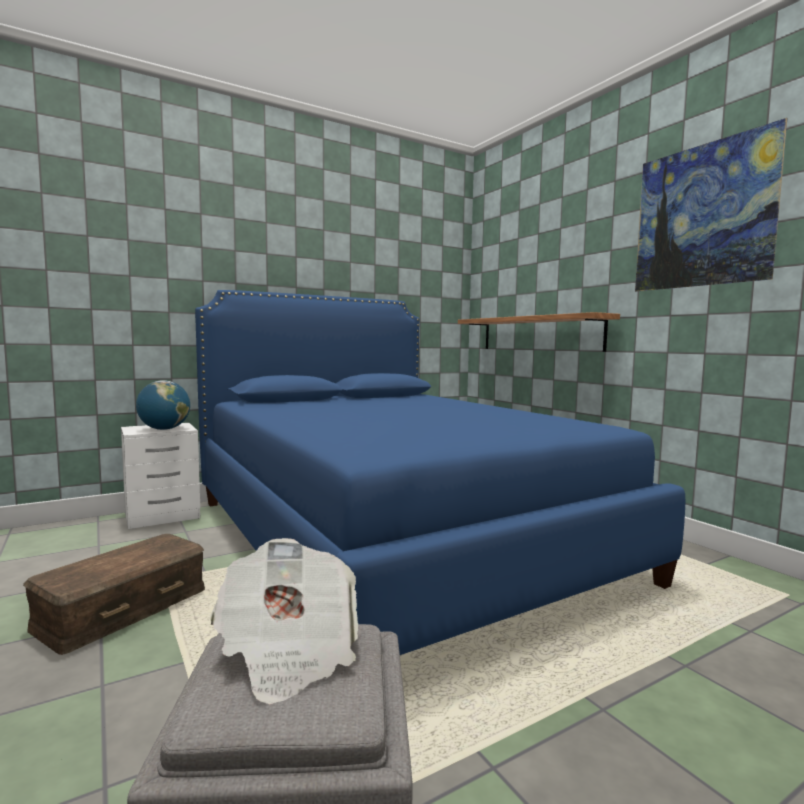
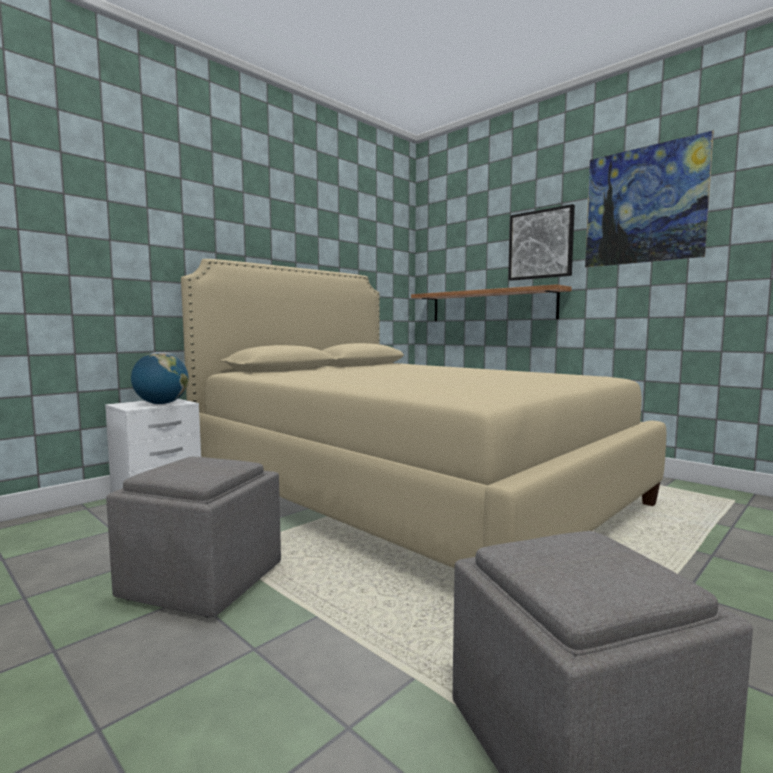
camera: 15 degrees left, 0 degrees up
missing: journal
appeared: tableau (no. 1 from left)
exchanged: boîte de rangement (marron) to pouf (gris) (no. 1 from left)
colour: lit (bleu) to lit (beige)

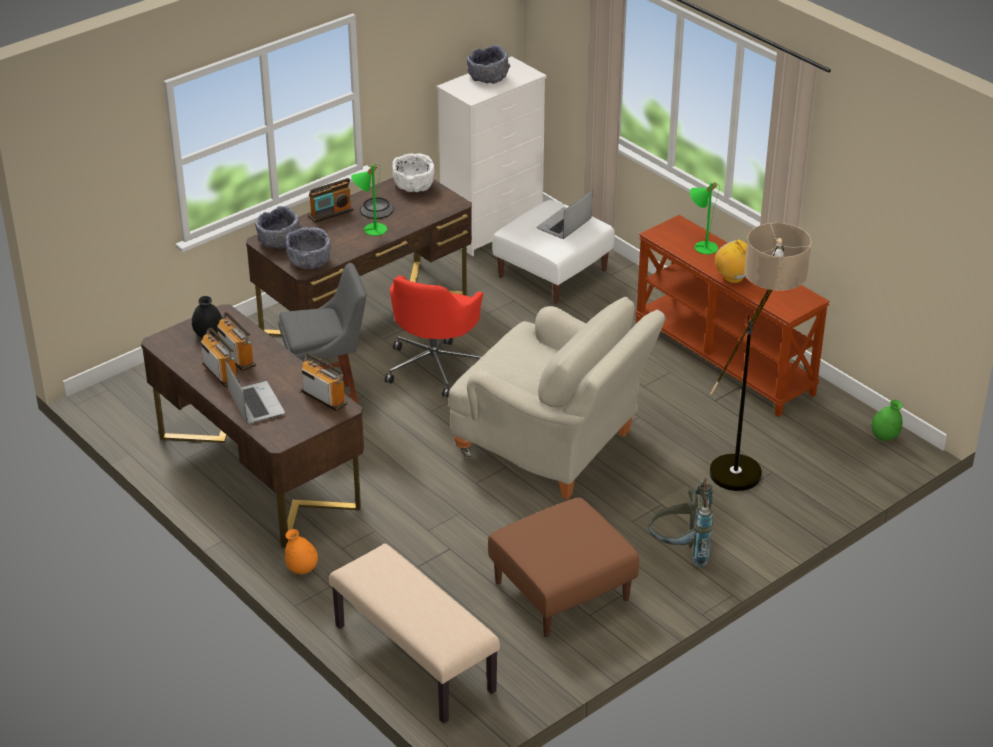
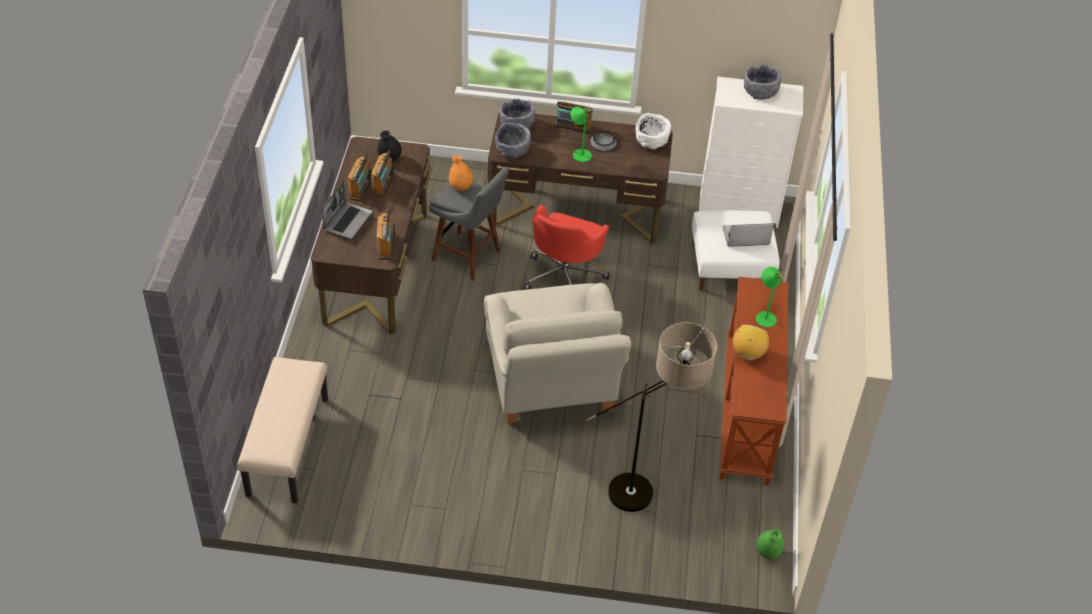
camera: 45 degrees right, 10 degrees up
missing: pouf (marron); sac à dos (gris)
relocated: vase (orange)
spun: chaise de bureau (rouge) 45 degrees counterclockwise

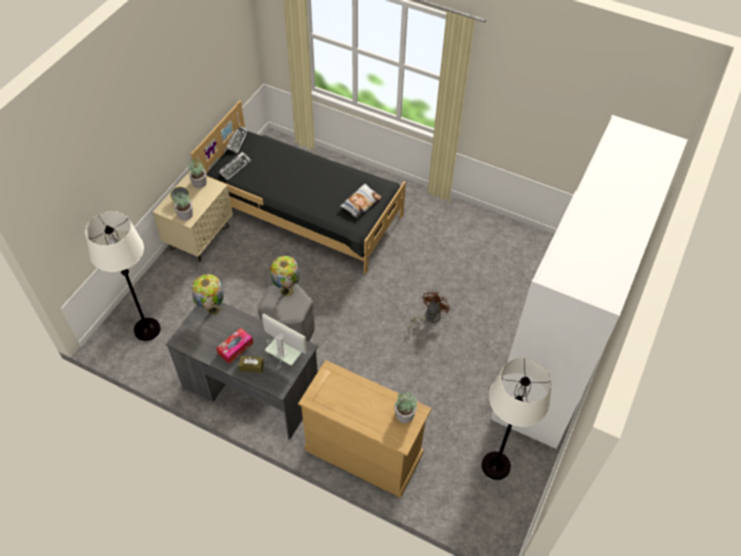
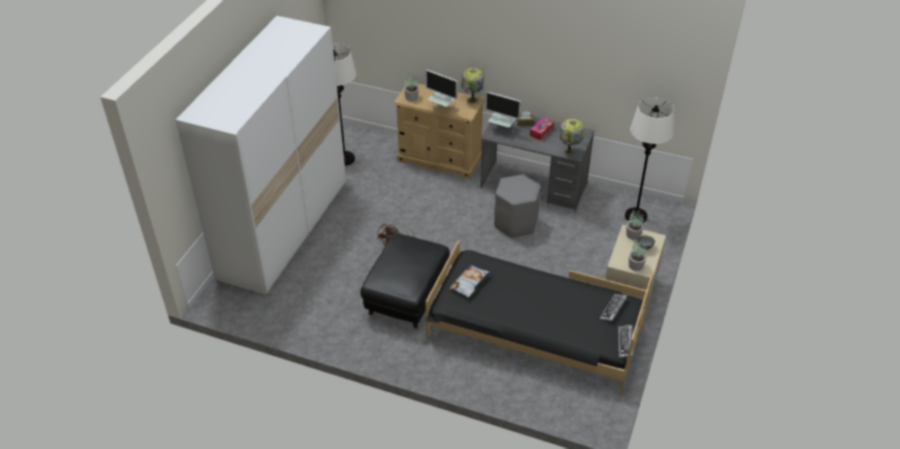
camera: 175 degrees right, 10 degrees down
appeared: pouf (noir); écran d'ordinateur (no. 1 from left)
relocated: lampe de table (no. 2 from left in the first image) to lampe de table (no. 1 from left)

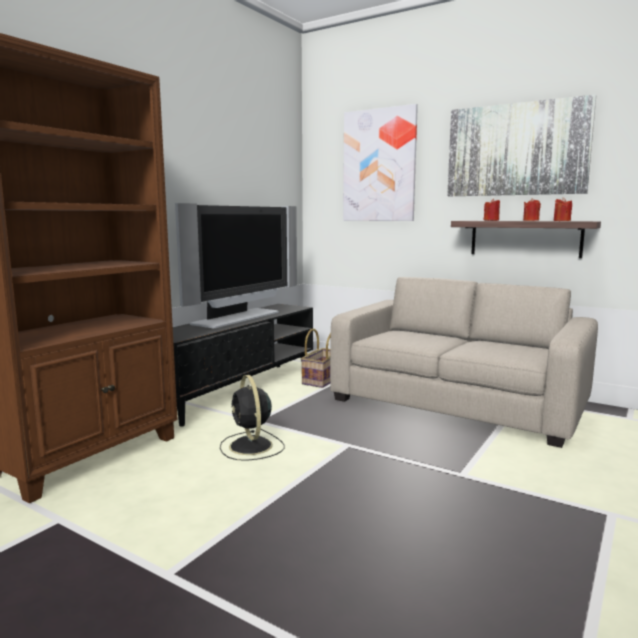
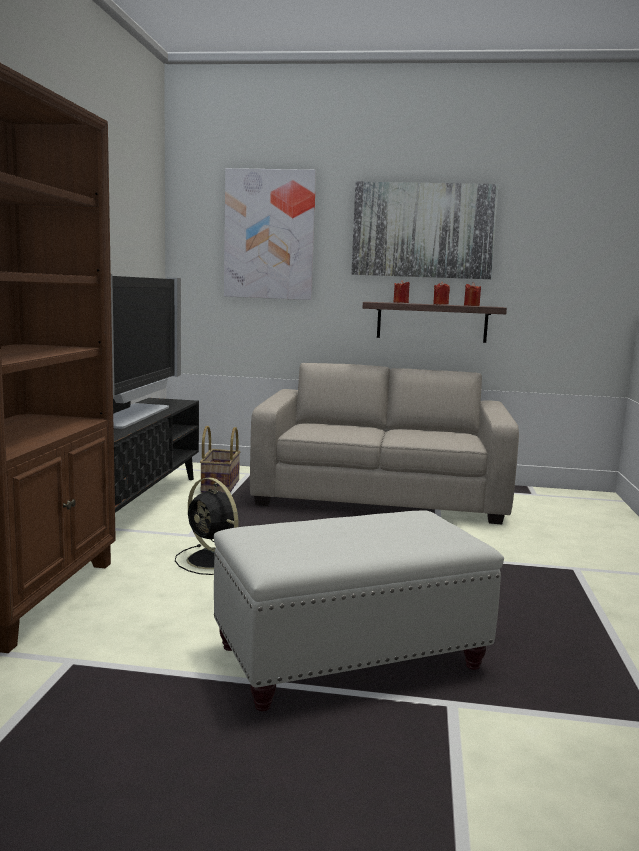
camera: 25 degrees left, 0 degrees up
appeared: pouf (blanc)

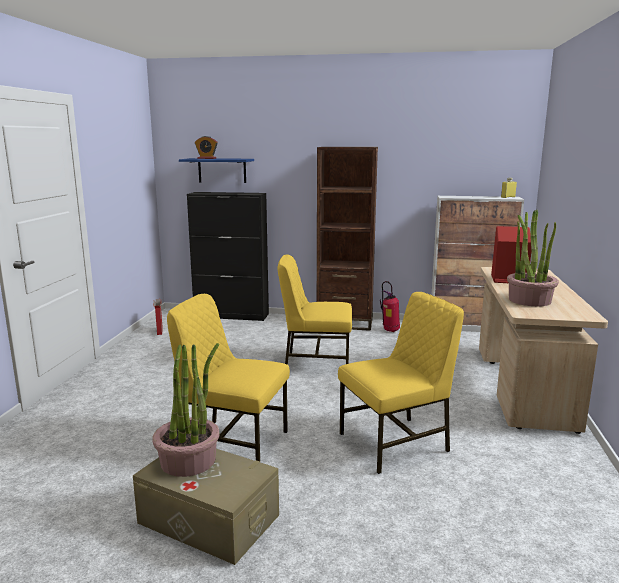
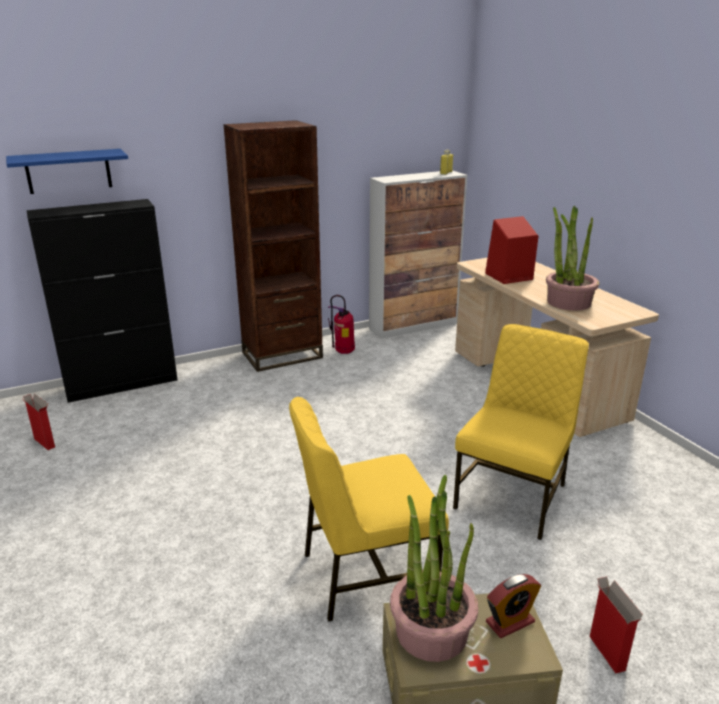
camera: 35 degrees left, 10 degrees up
missing: chaise (jaune) (no. 2 from left)
appeared: carton (no. 2 from left)
relocated: réveil

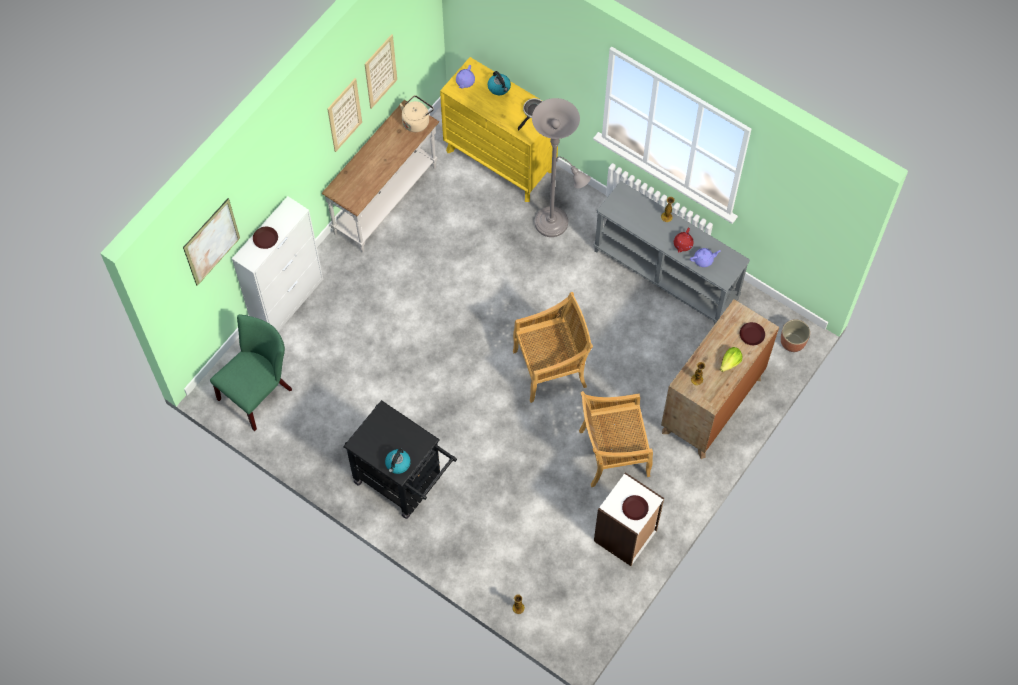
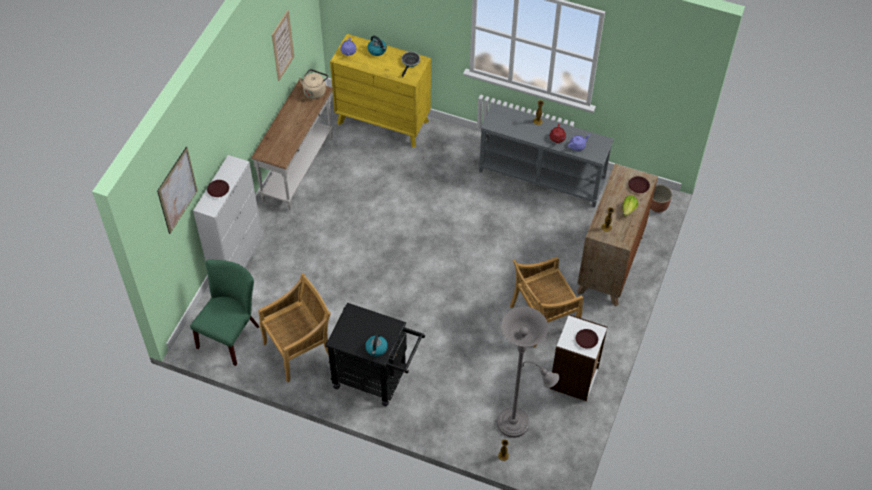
camera: 15 degrees left, 10 degrees down
missing: tableau (no. 2 from left)
relocated: chaise (beige) (no. 1 from left); lampadaire (gris)

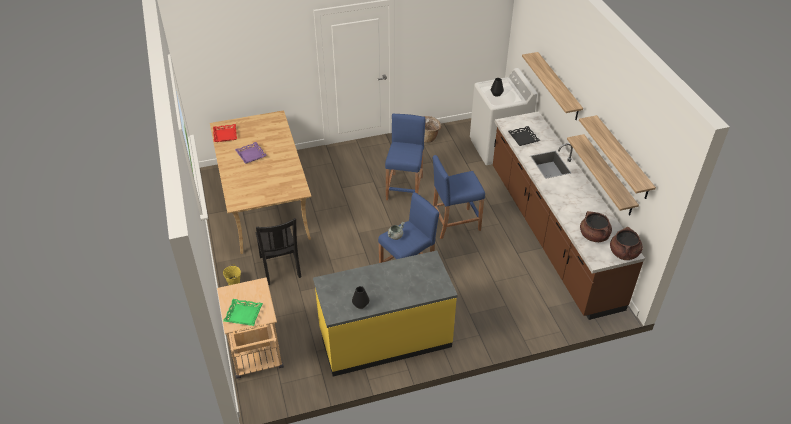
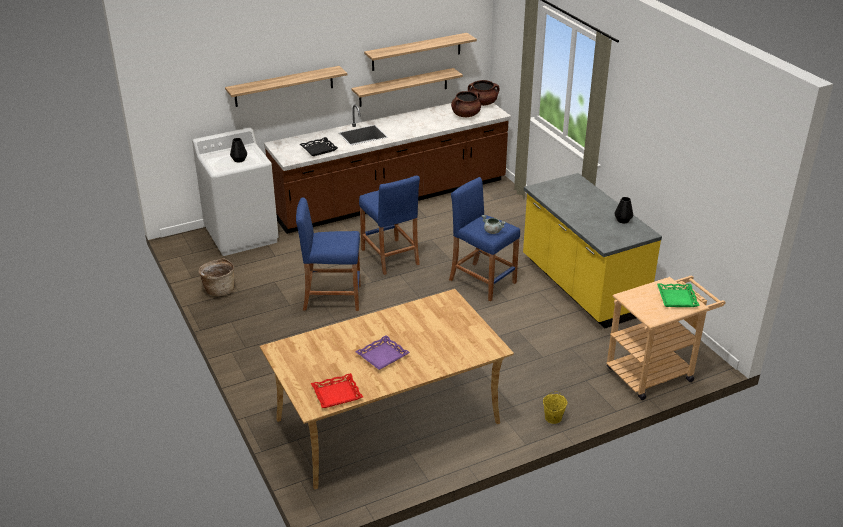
camera: 100 degrees left, 10 degrees down
missing: chaise (noir)

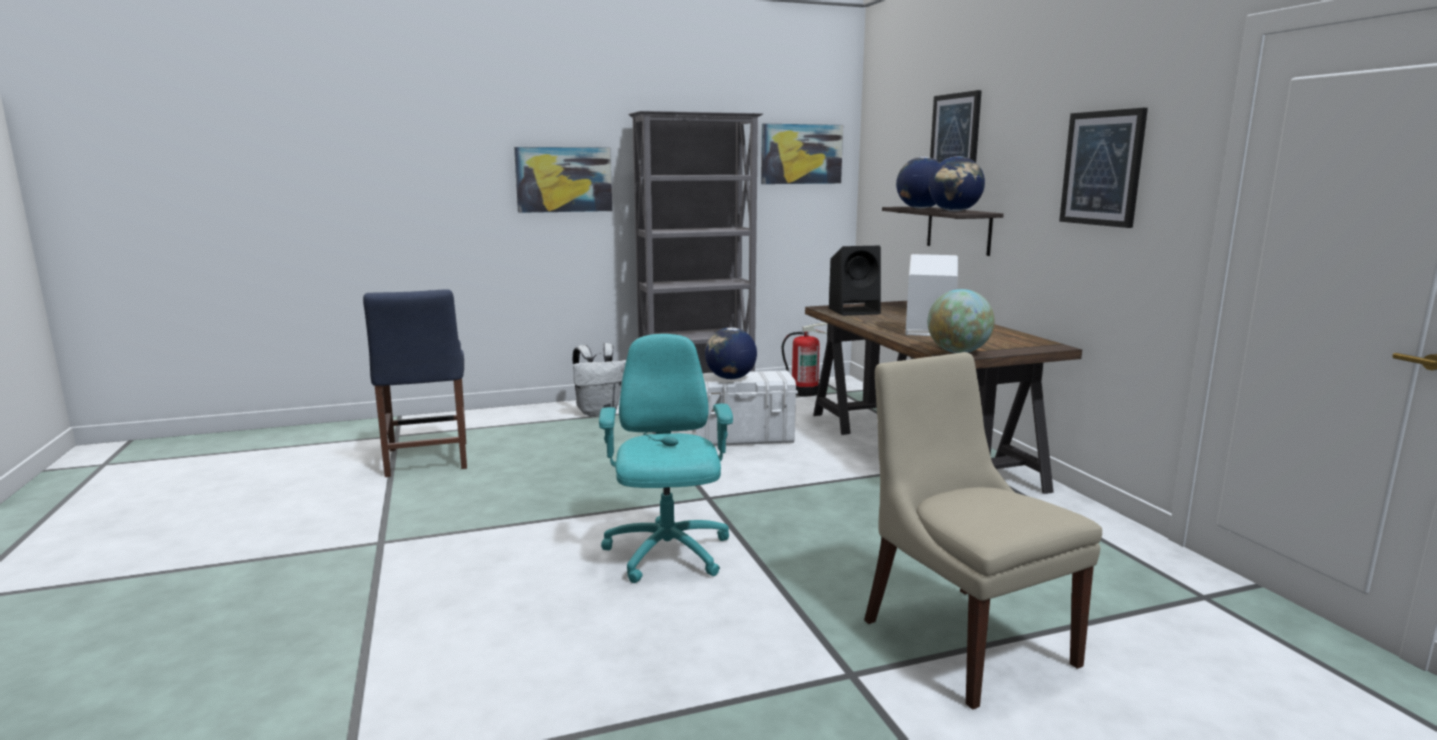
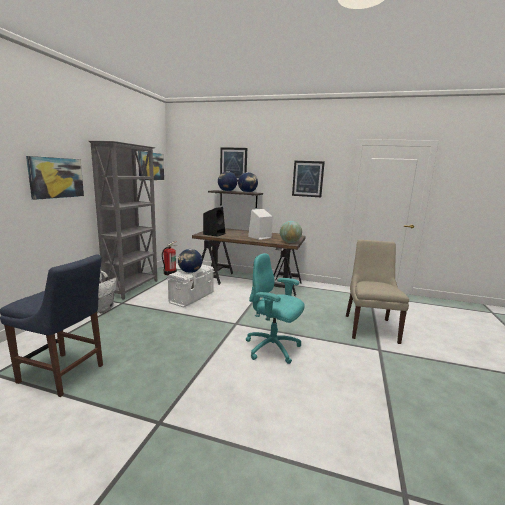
camera: 55 degrees left, 0 degrees up
spun: chaise (beige) 90 degrees clockwise

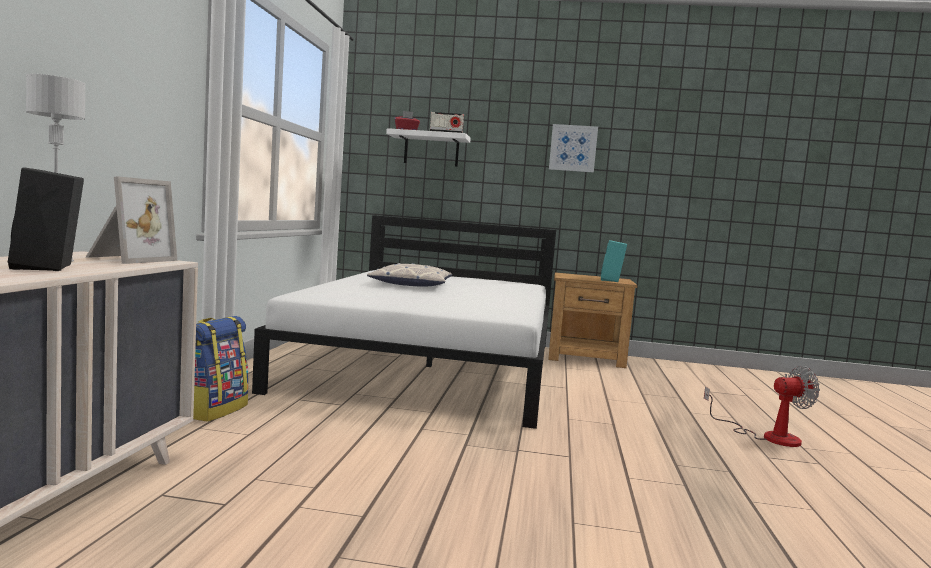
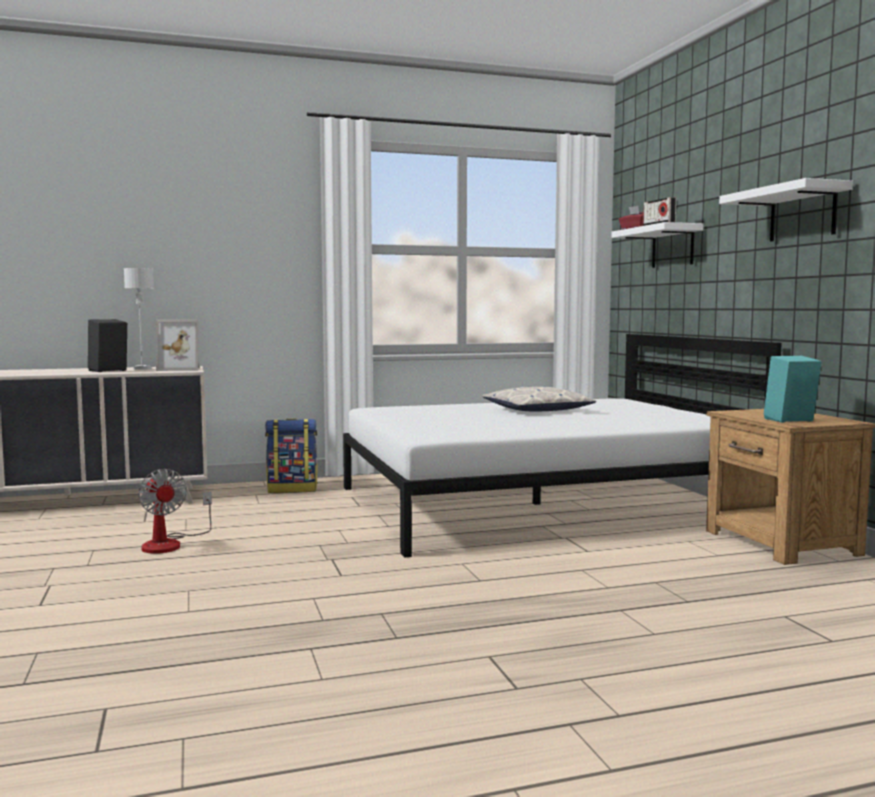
camera: 65 degrees right, 0 degrees up
relocated: ventilateur
exchanged: tableau to étagère (blanc) (no. 2 from left)

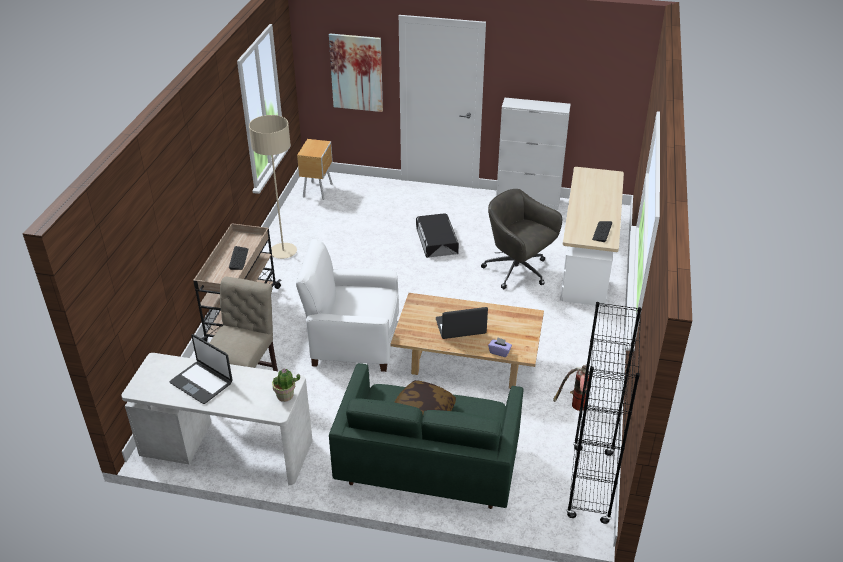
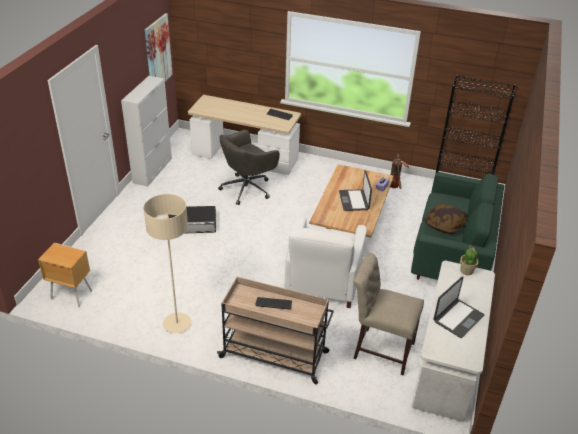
camera: 85 degrees left, 0 degrees up
relocated: tableau

